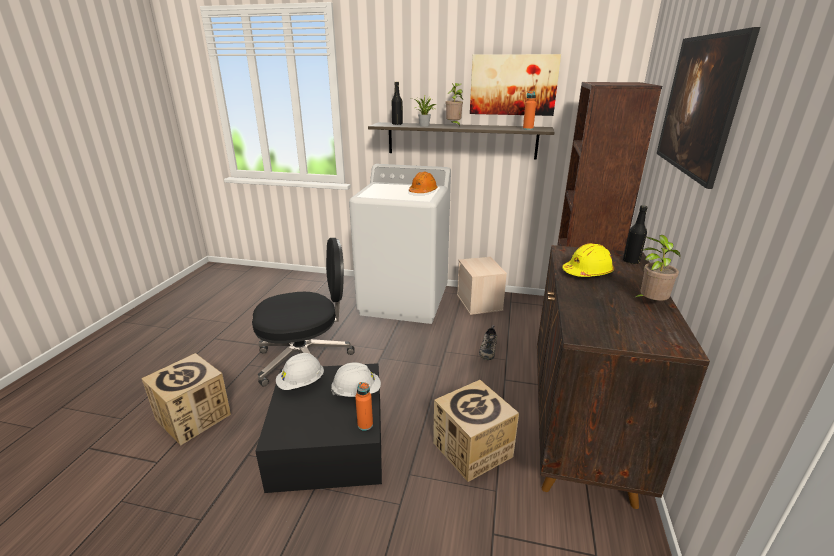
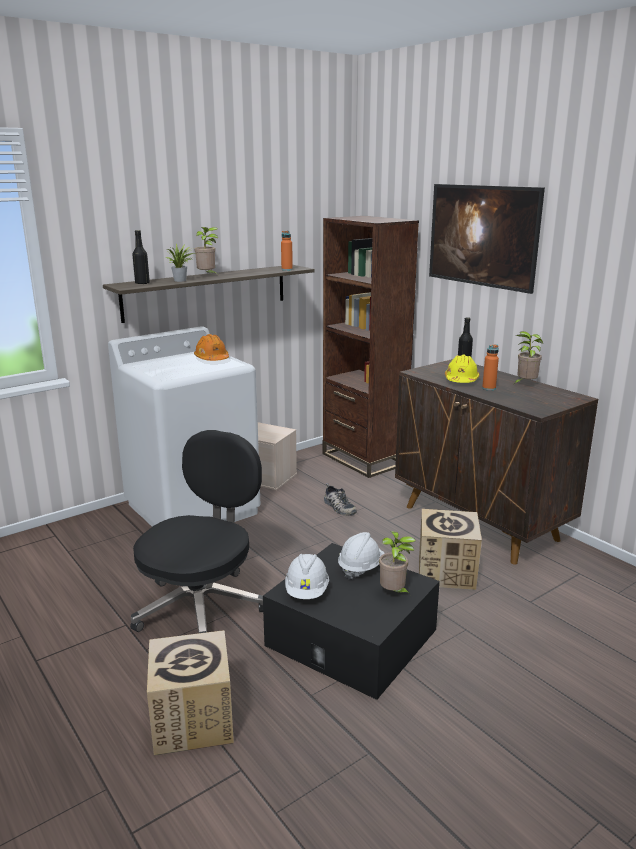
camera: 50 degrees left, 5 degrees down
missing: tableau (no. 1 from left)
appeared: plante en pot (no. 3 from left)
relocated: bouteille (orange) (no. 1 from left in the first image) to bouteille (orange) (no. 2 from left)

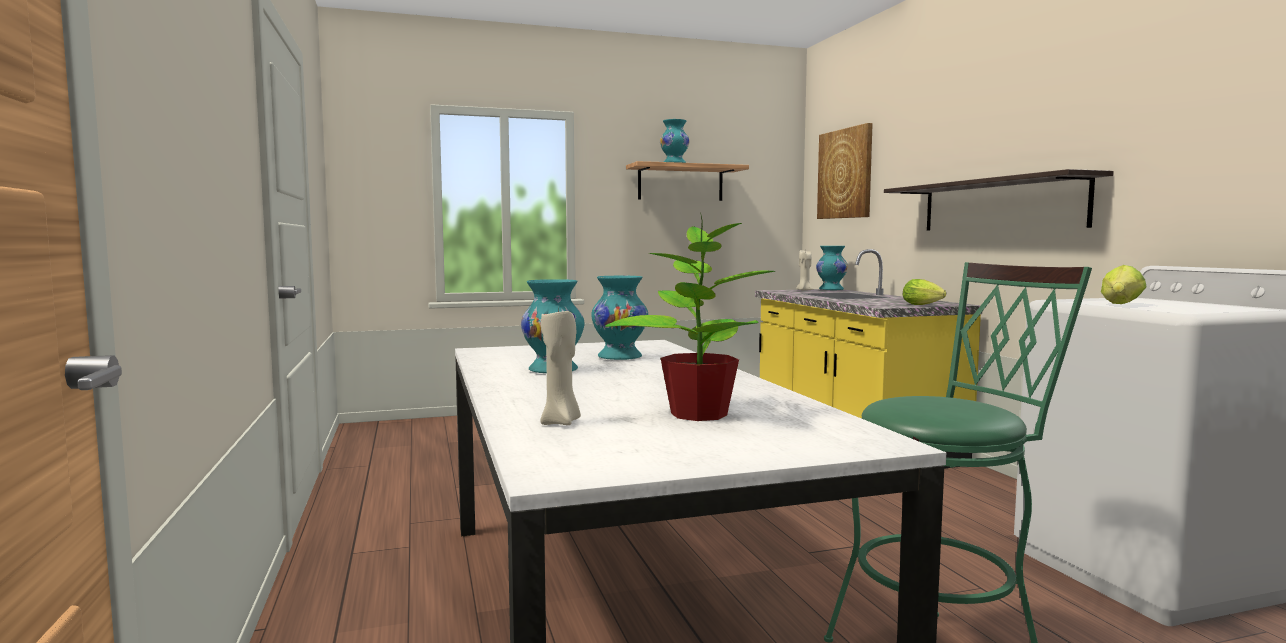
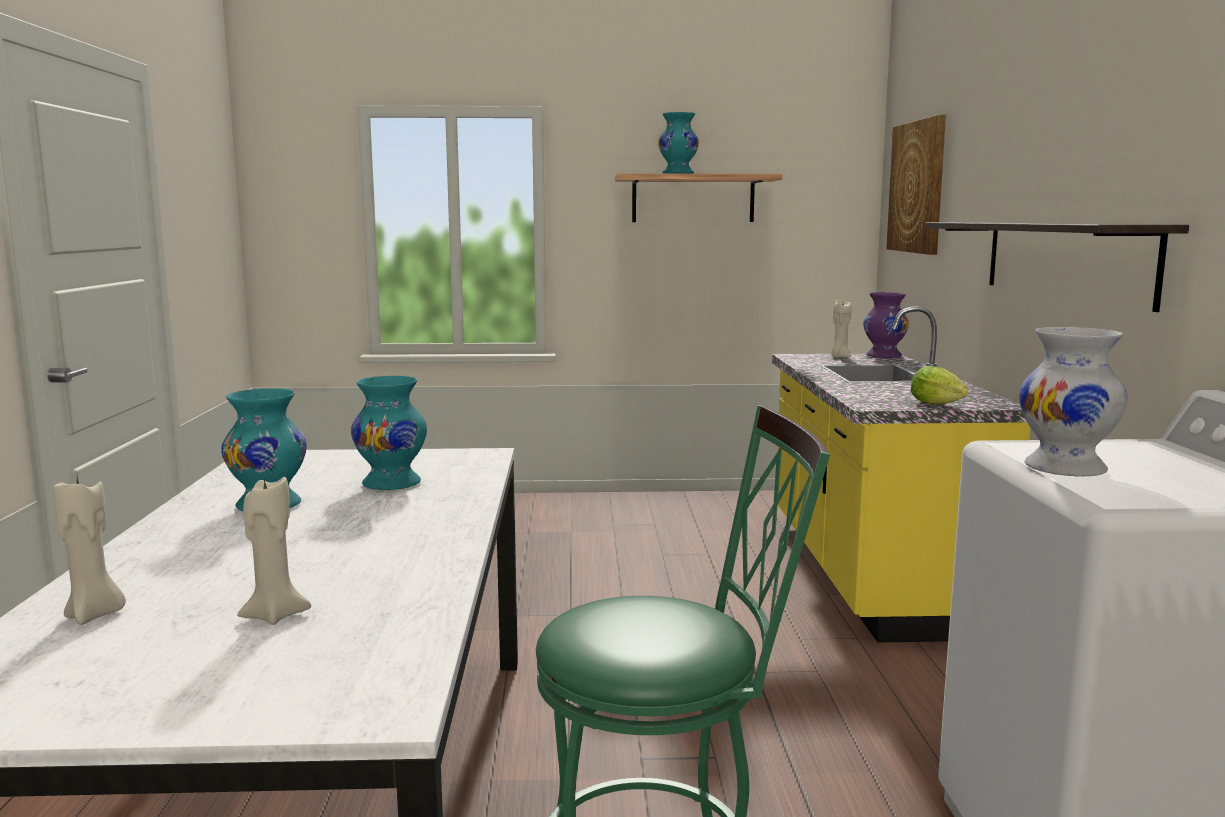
camera: 15 degrees right, 5 degrees up
exchanged: plante en pot to bougie (beige) (no. 2 from left); laitue (no. 2 from left) to vase (blanc)
colour: vase (turquoise) (no. 4 from left) to vase (violet)

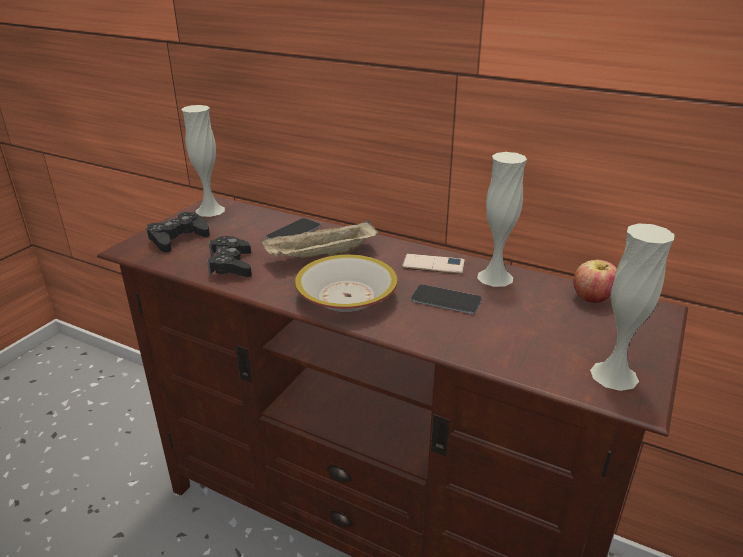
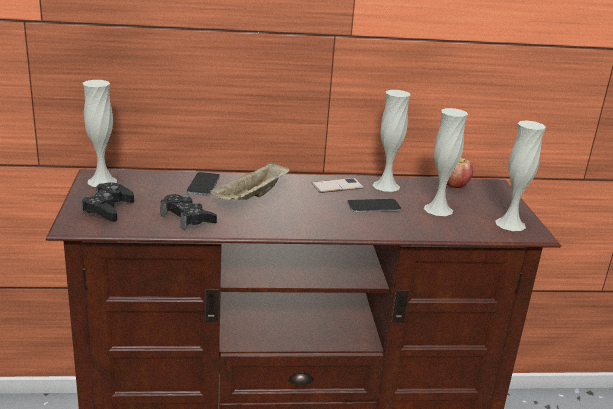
camera: 35 degrees left, 5 degrees down
missing: bol
appeared: vase (blanc) (no. 3 from left)

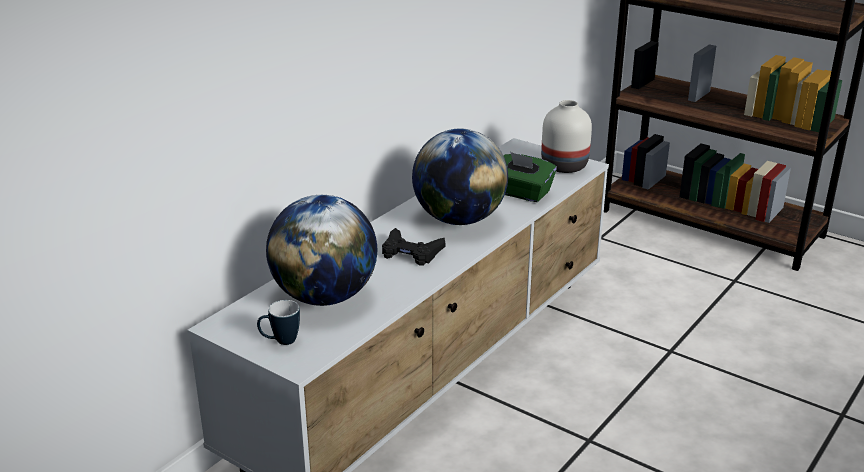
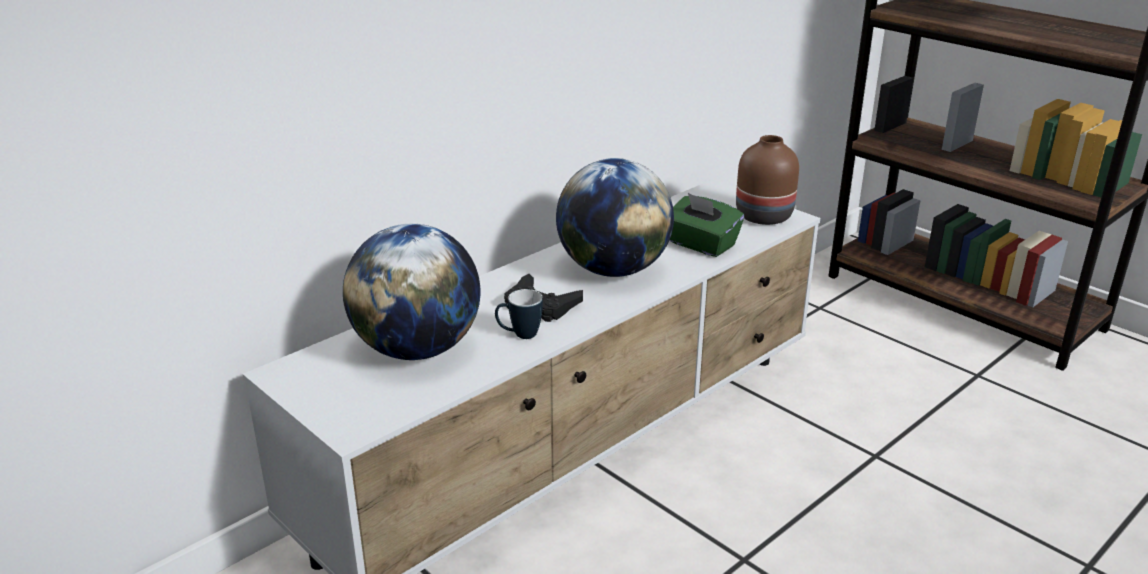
camera: 10 degrees right, 0 degrees up
relocated: mug
colour: vase (blanc) to vase (marron)

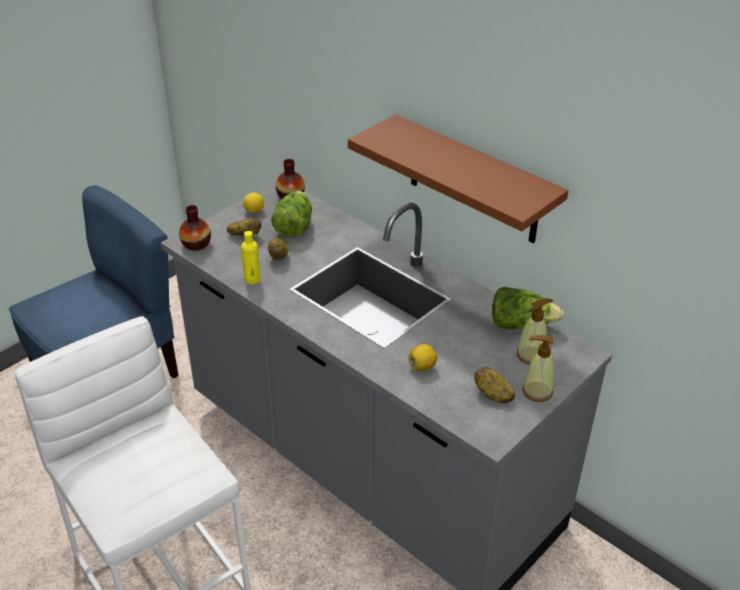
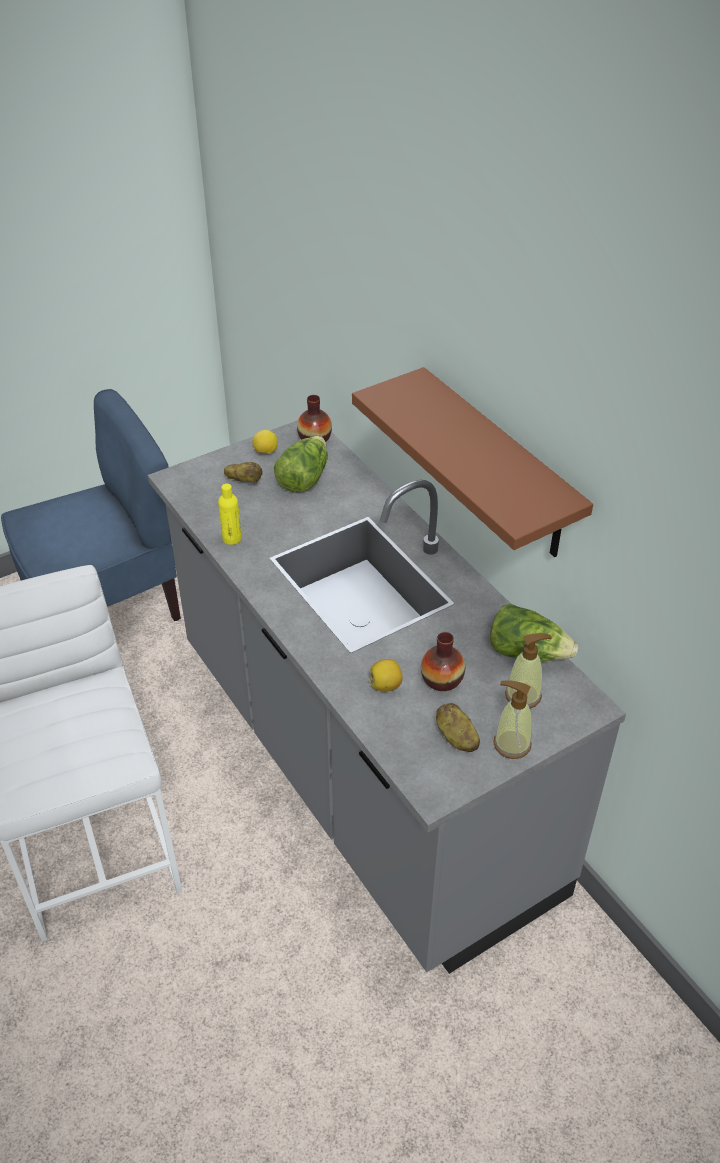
camera: 15 degrees right, 5 degrees up
missing: pomme de terre (no. 2 from left)
relocated: vase (no. 1 from left in the first image) to vase (no. 2 from left)

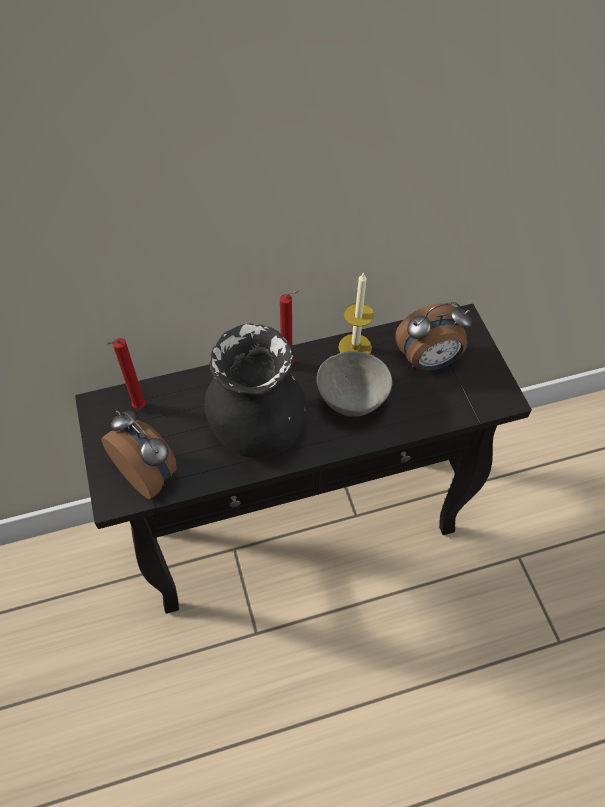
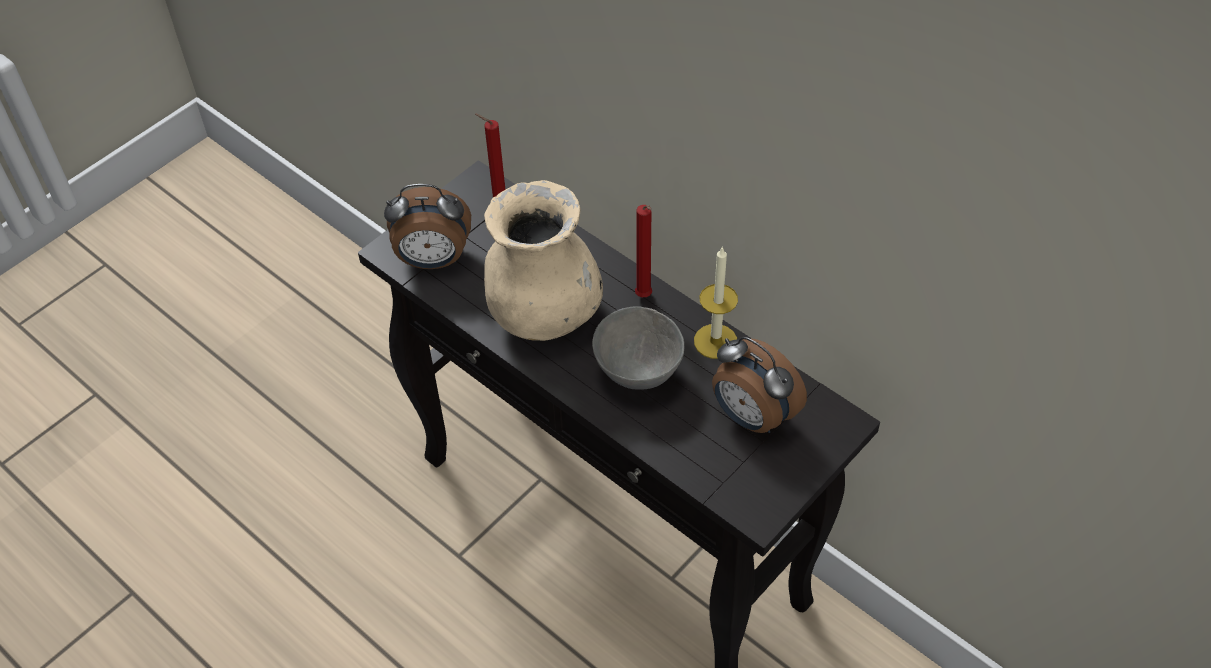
camera: 60 degrees right, 5 degrees down
colour: vase (noir) to vase (beige)
spun: réveil (no. 1 from left) 75 degrees clockwise

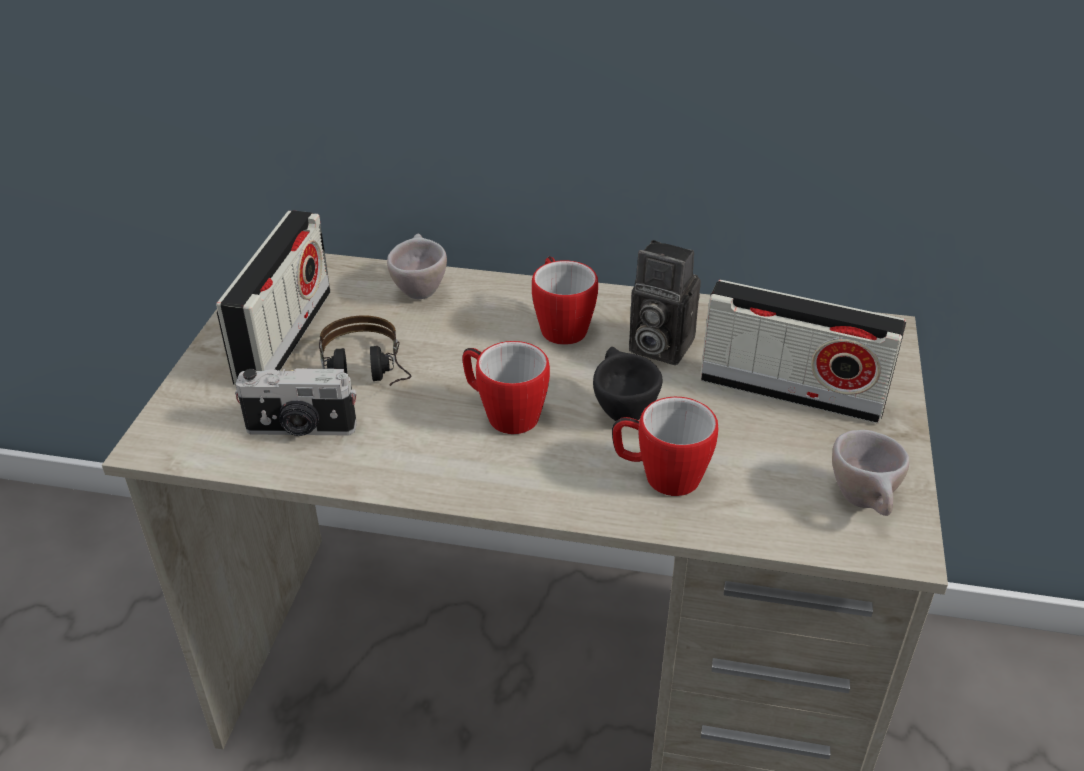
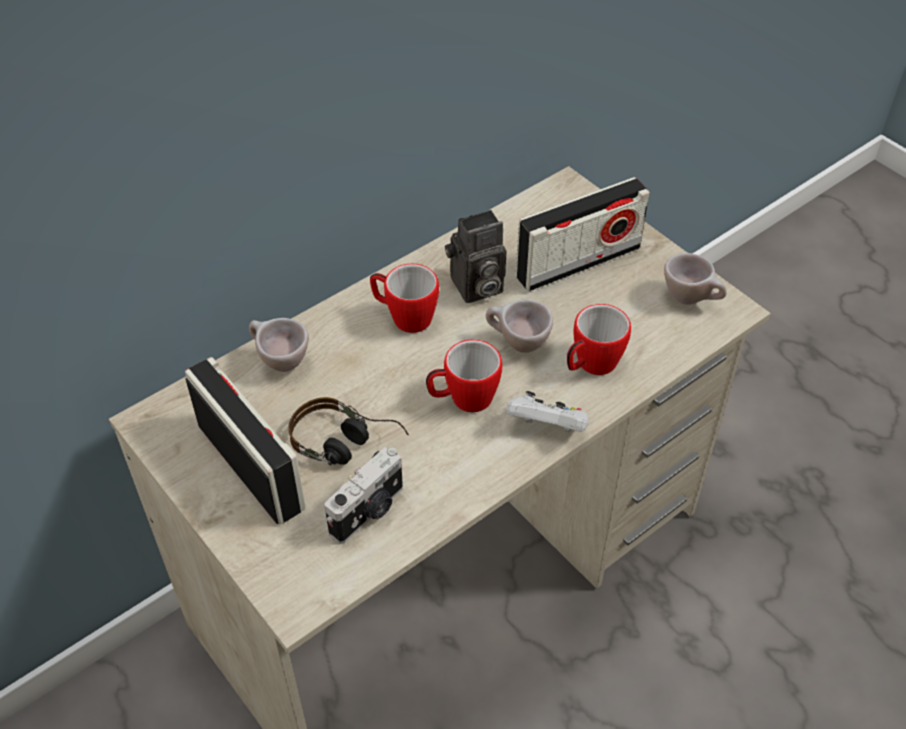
camera: 50 degrees left, 10 degrees up
appeared: manette (blanc)
colour: tasse (noir) to tasse (beige) (no. 2 from left)

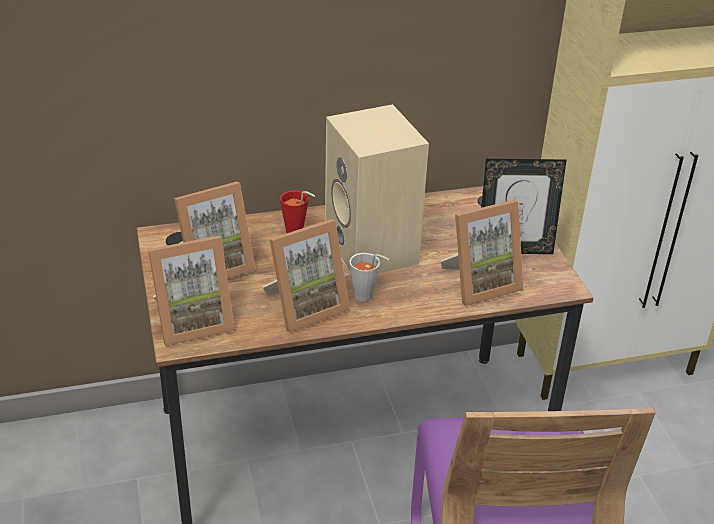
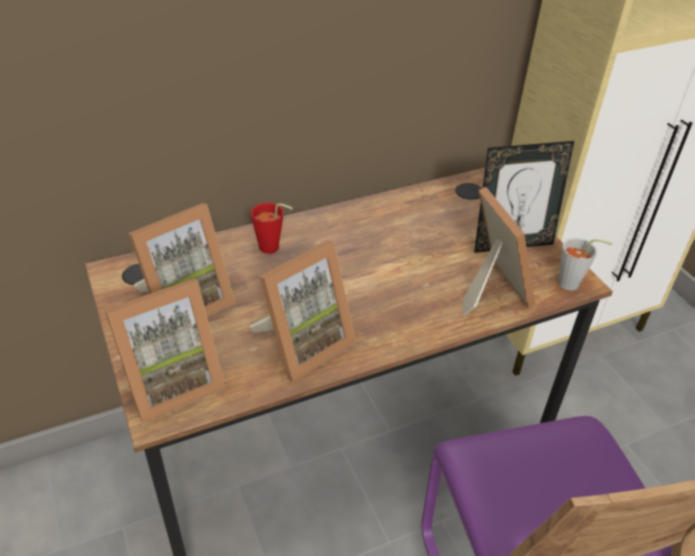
camera: 10 degrees left, 5 degrees up
missing: enceinte (beige)
relocated: tasse (gris)
spun: cadre photo (no. 4 from left) 75 degrees counterclockwise

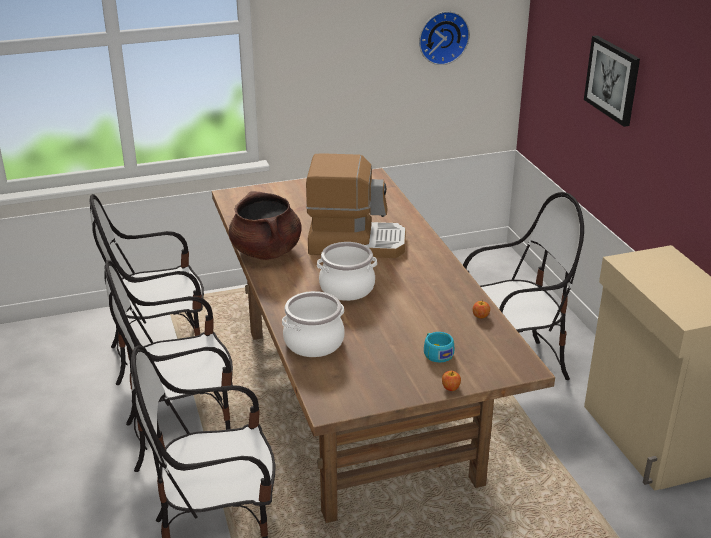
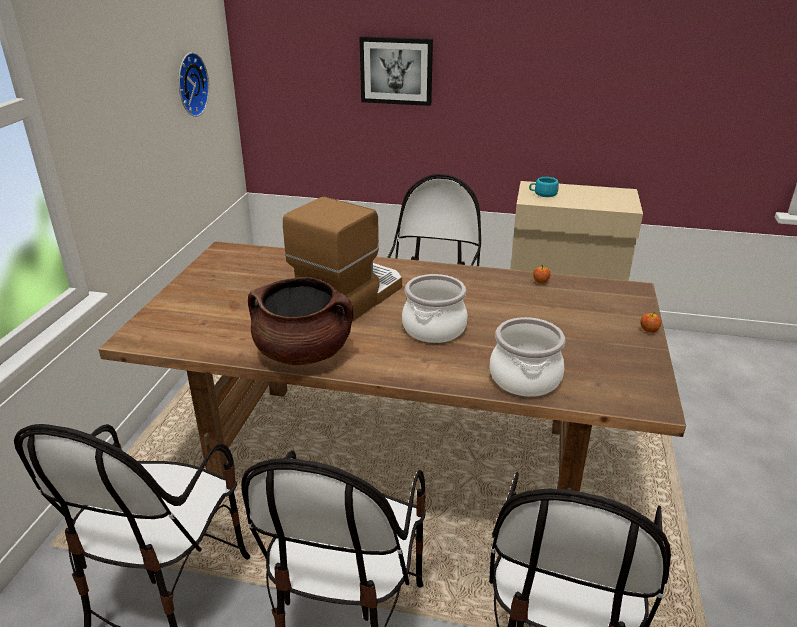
camera: 60 degrees left, 0 degrees up
relocated: tasse (turquoise)

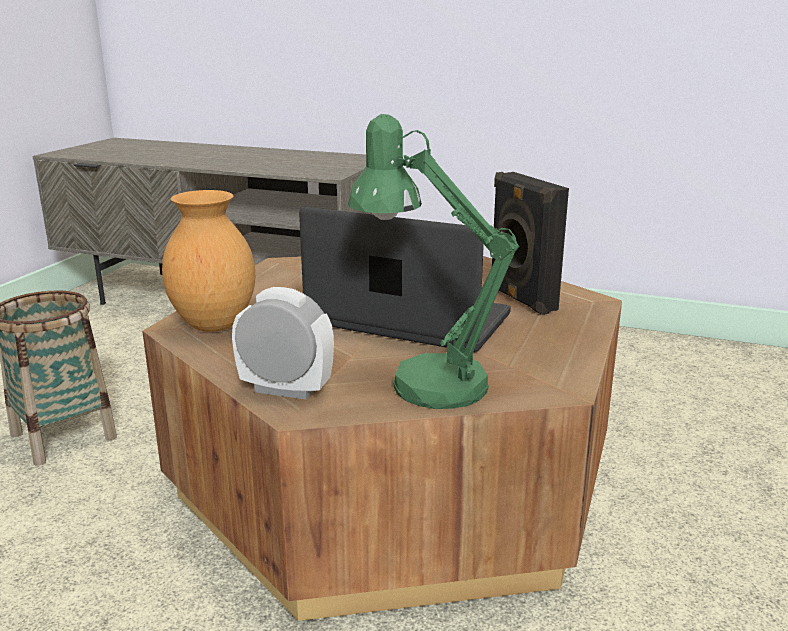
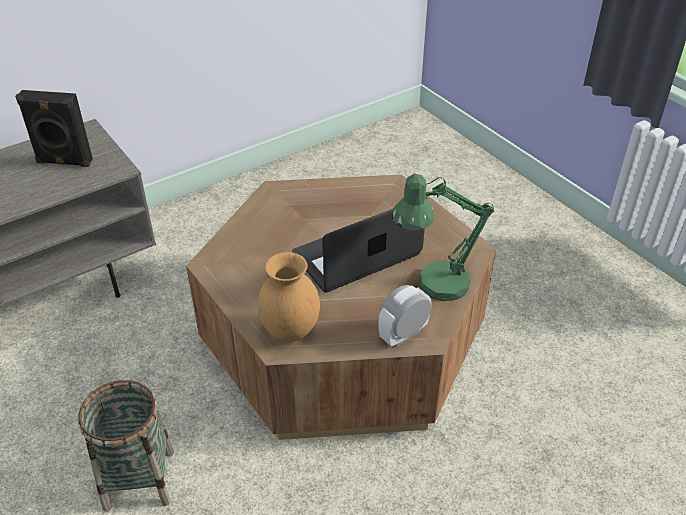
camera: 55 degrees left, 20 degrees up
relocated: enceinte (noir)

